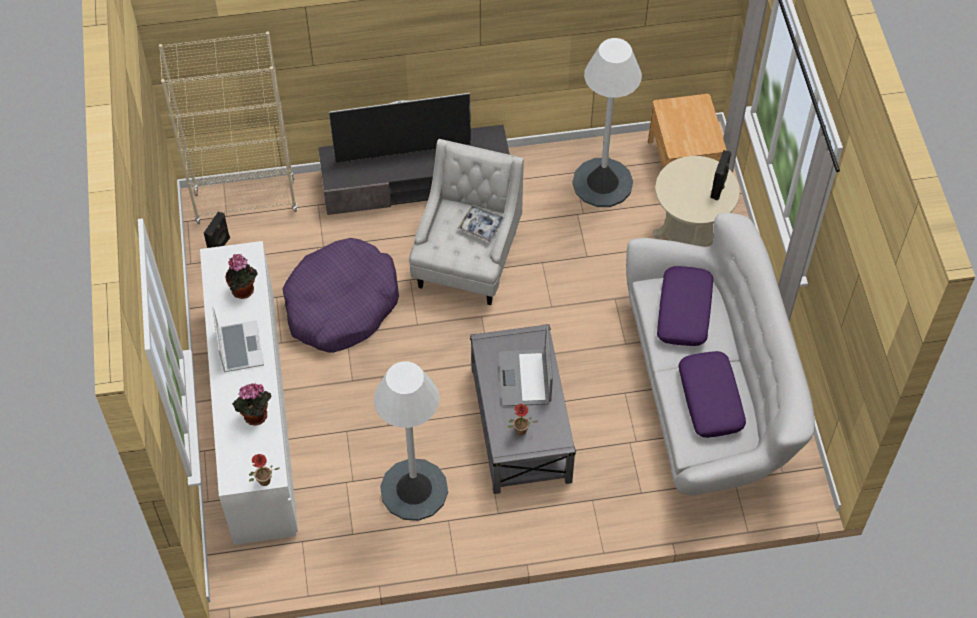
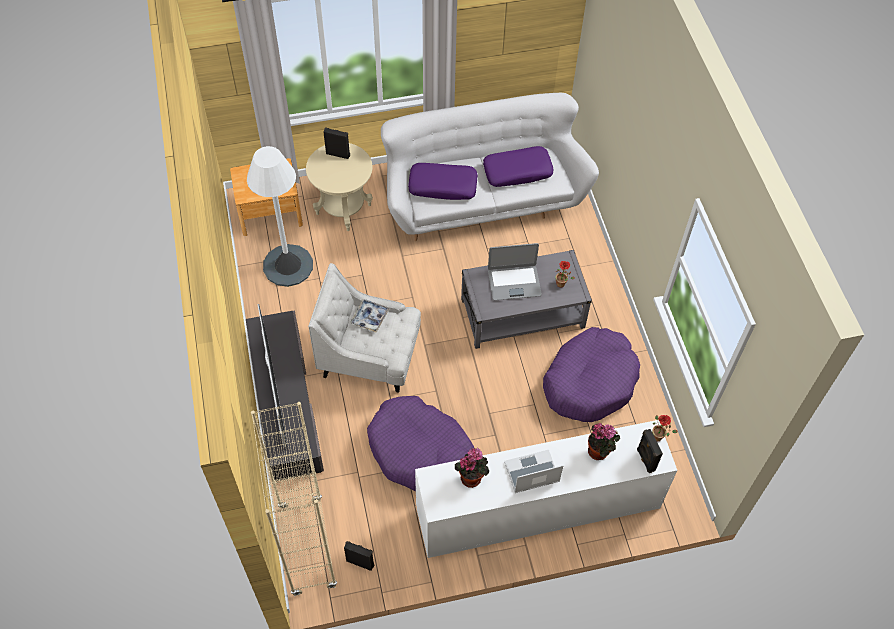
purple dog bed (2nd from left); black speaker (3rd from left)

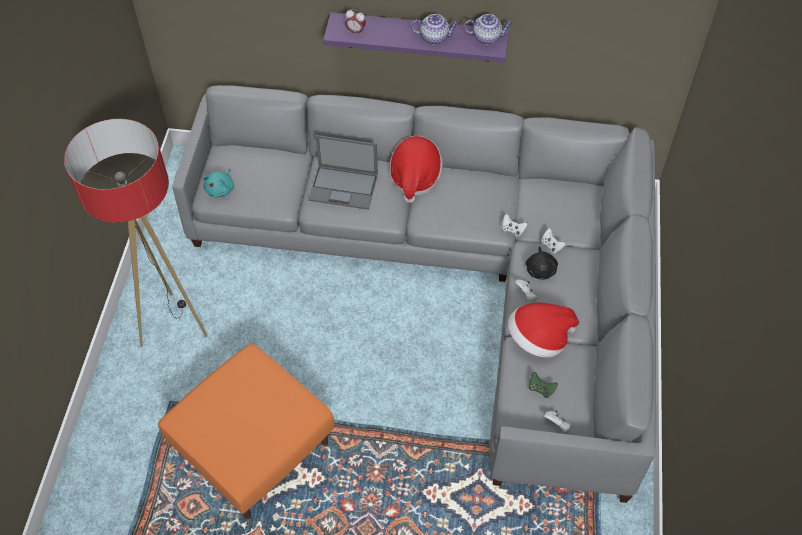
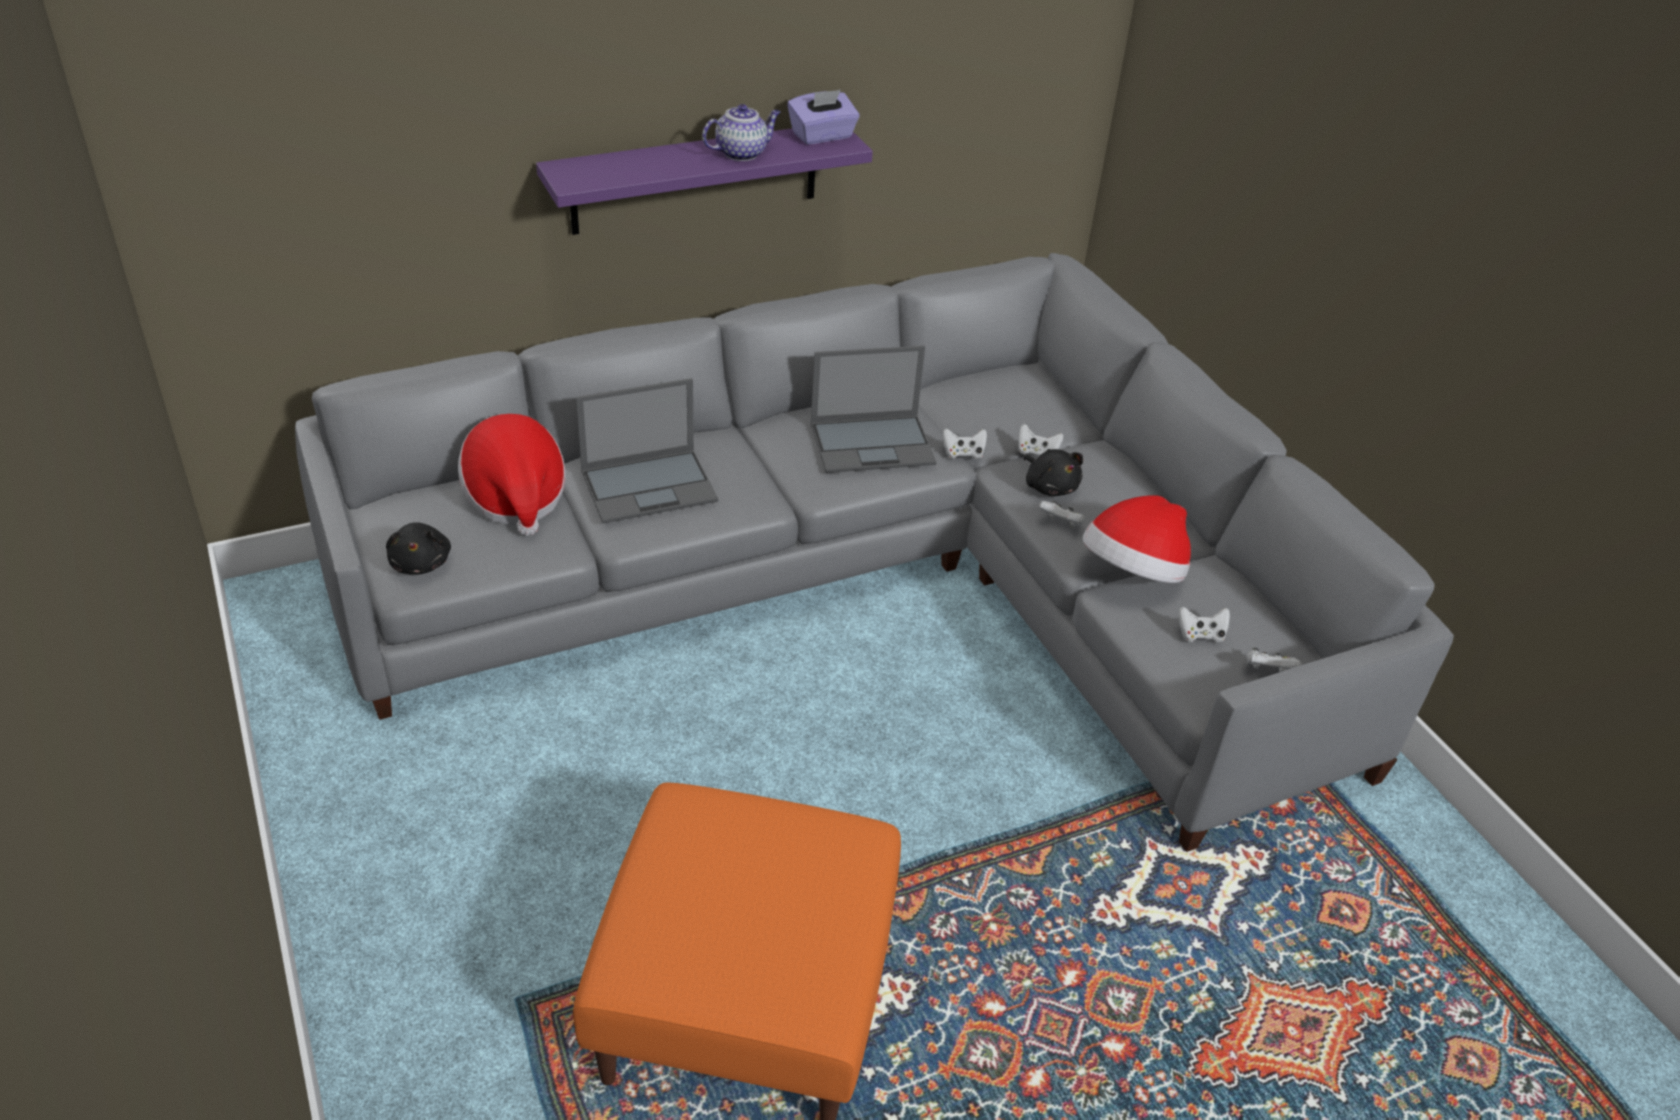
floor lamp; black plush toy (1st from left); alarm clock; hat (1st from left); purple tissue box; white game controller (4th from left); laptop (2nd from left)

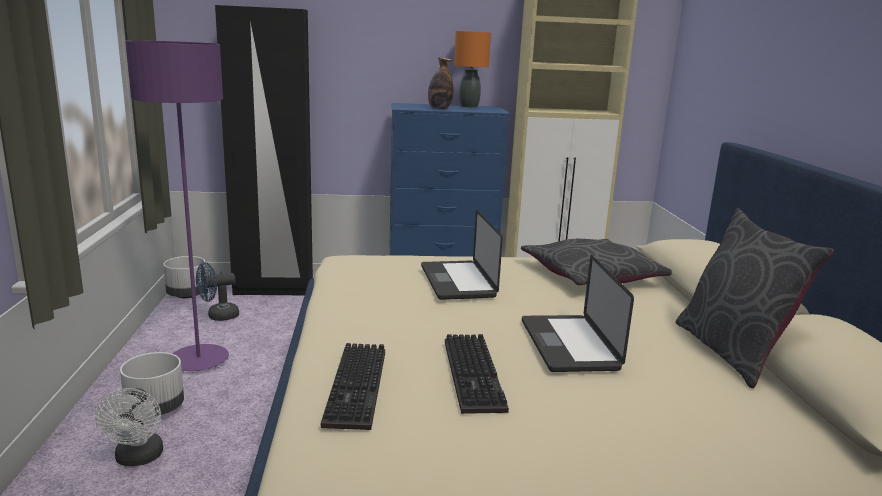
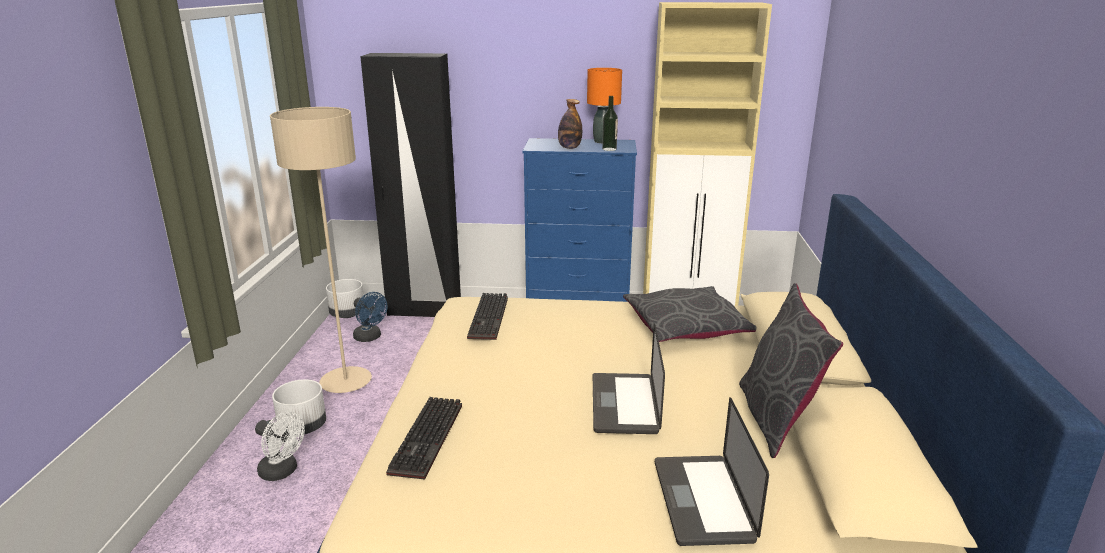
white fan; beige floor lamp; blue fan; laptop (2nd from left); keyboard (2nd from left); bottle (2nd from left)

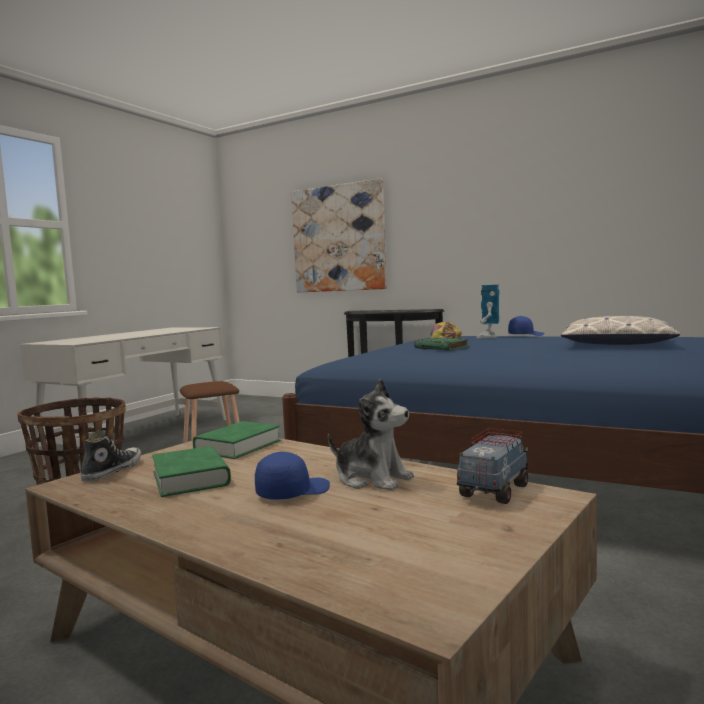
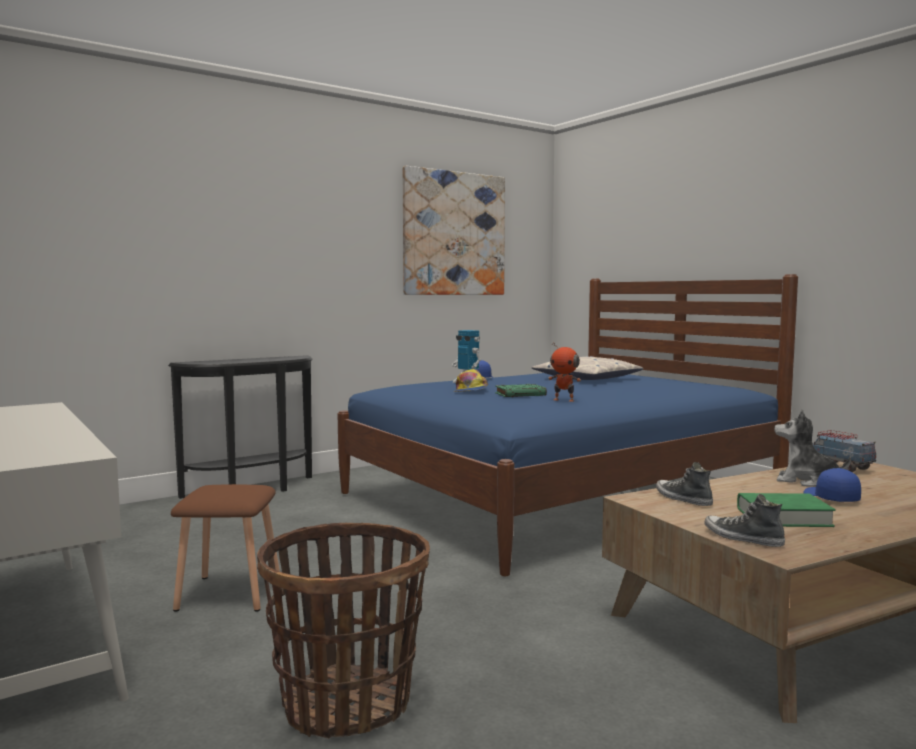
shoe (1st from left); picture; plush toy; toy robot (2nd from left)

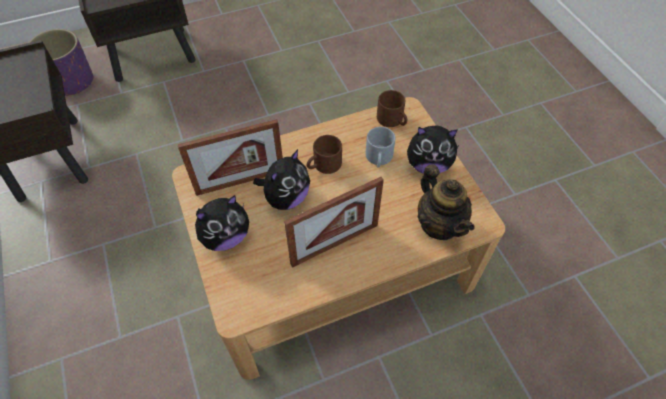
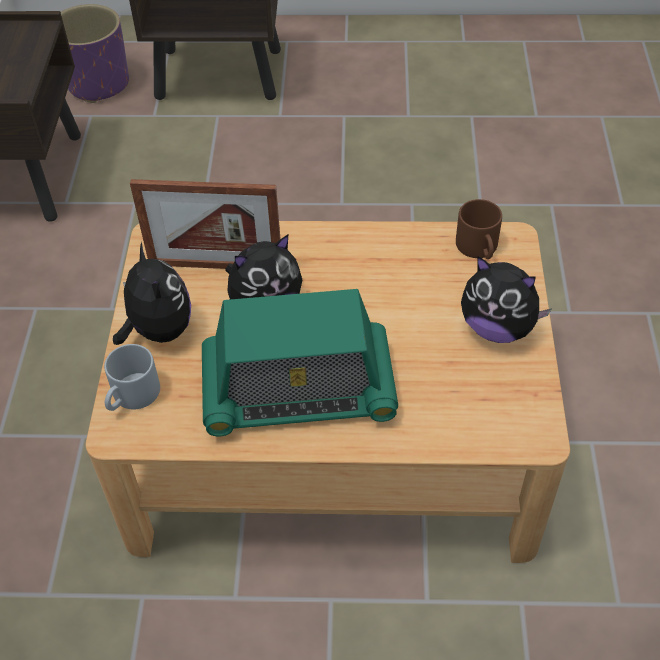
plush toy (1st from left); radio; brown mug (1st from left in the first image); grey mug; teapot

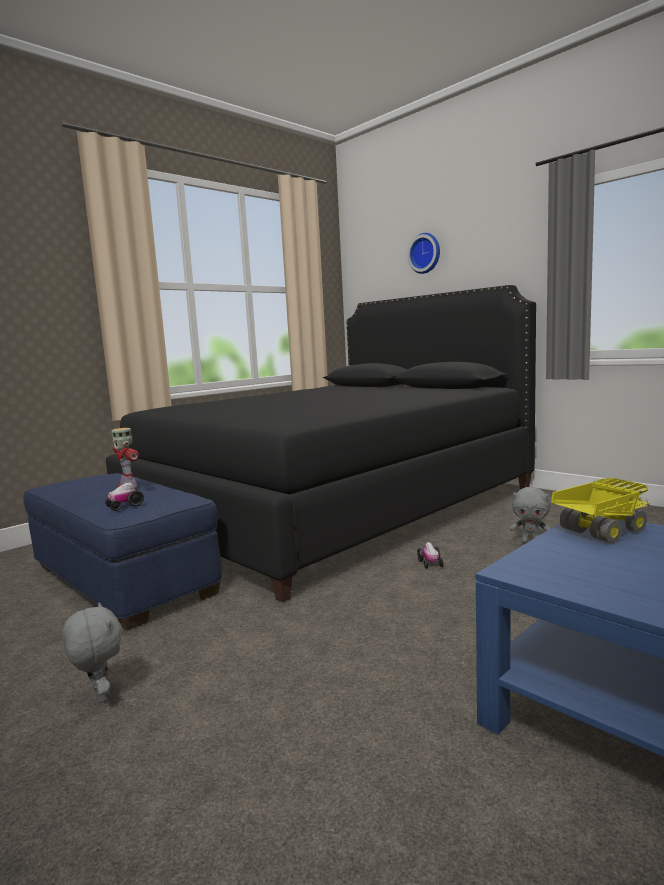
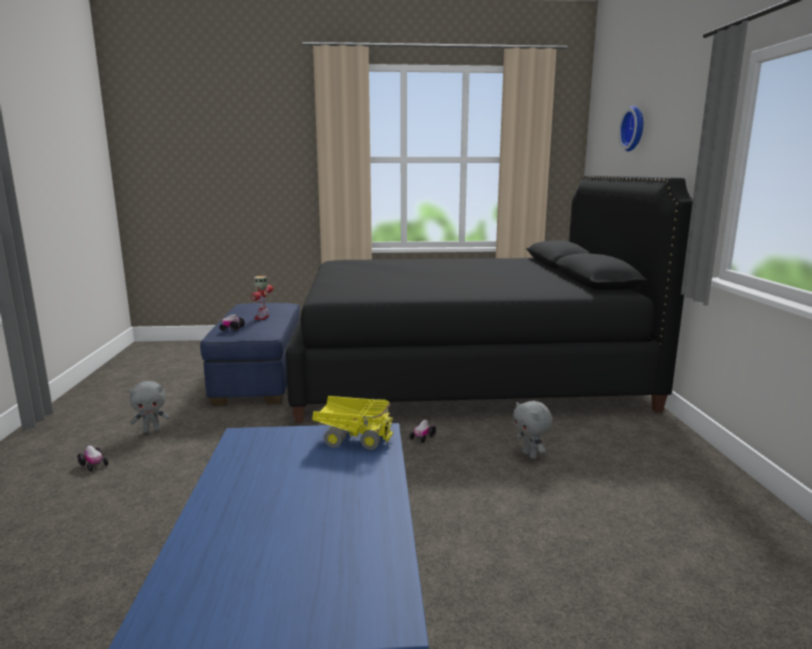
grey plush toy (1st from left); toy car (1st from left)

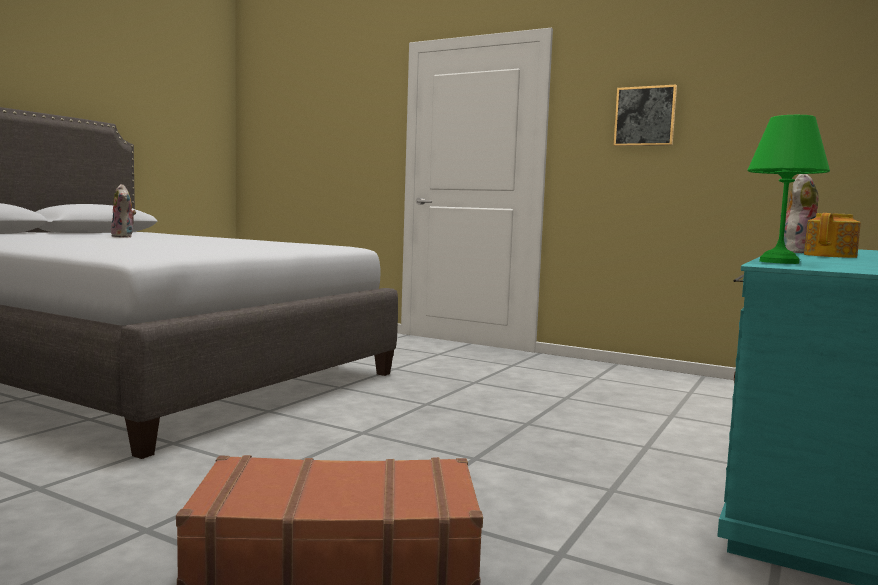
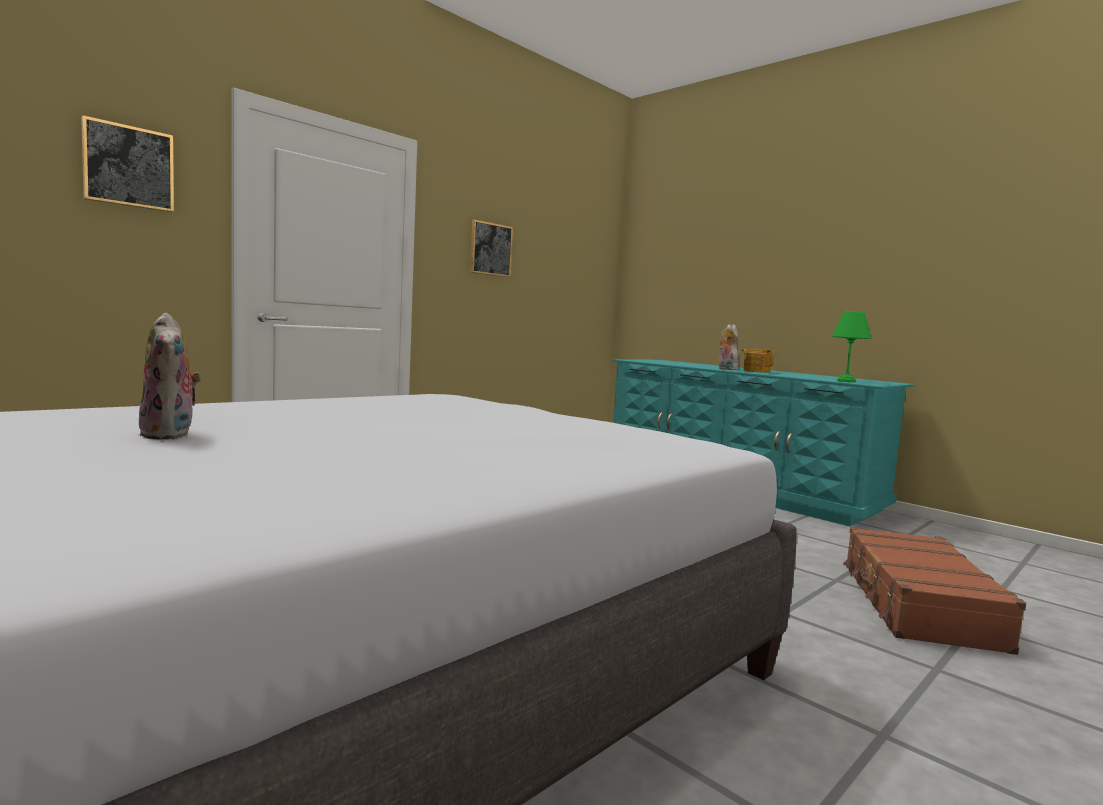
plush toy (1st from left); picture (1st from left)

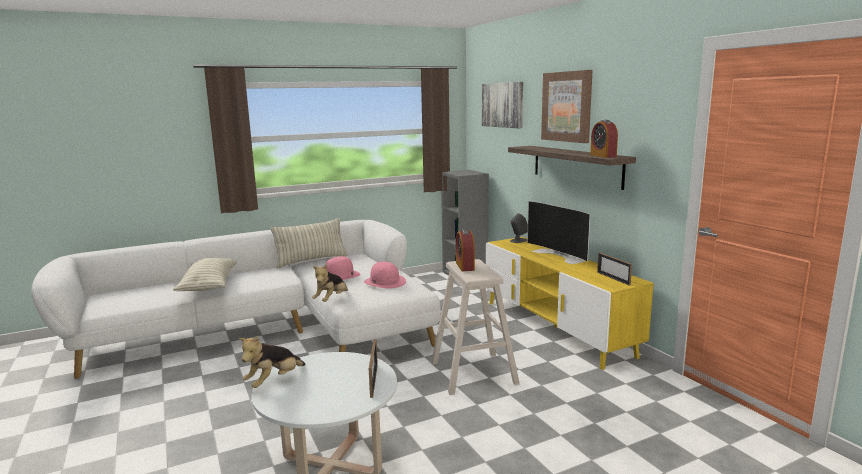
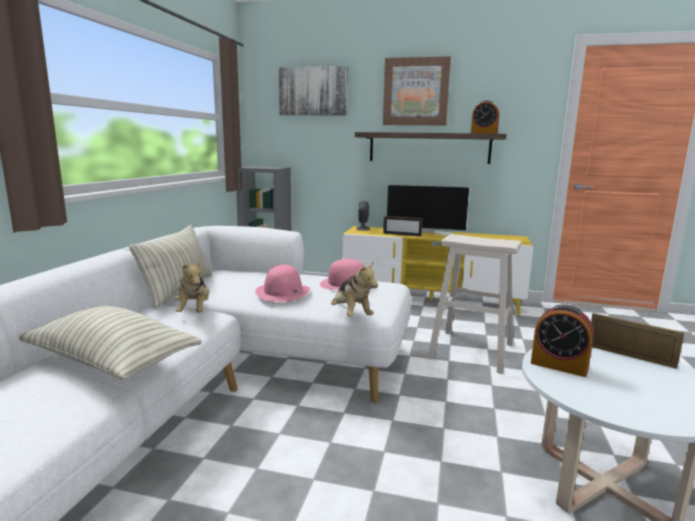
plush toy (1st from left); alarm clock (2nd from left); picture frame (1st from left)

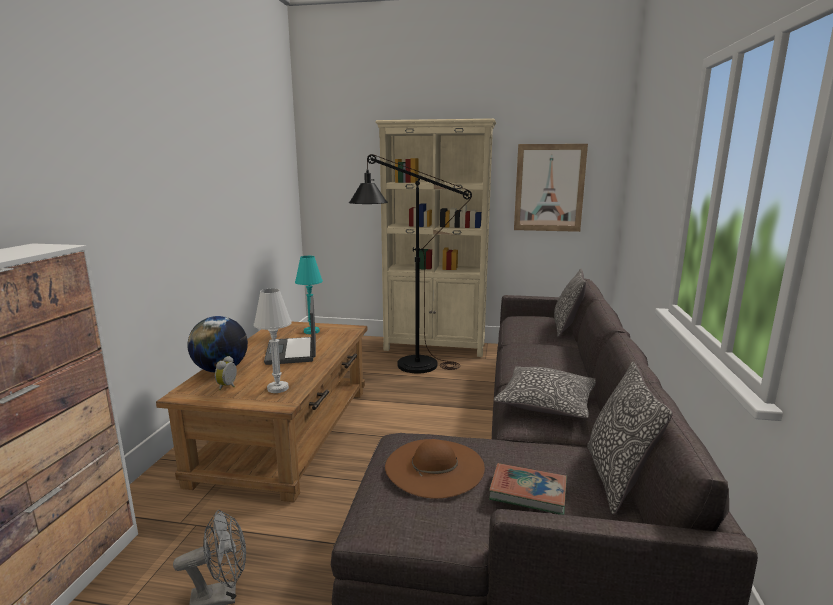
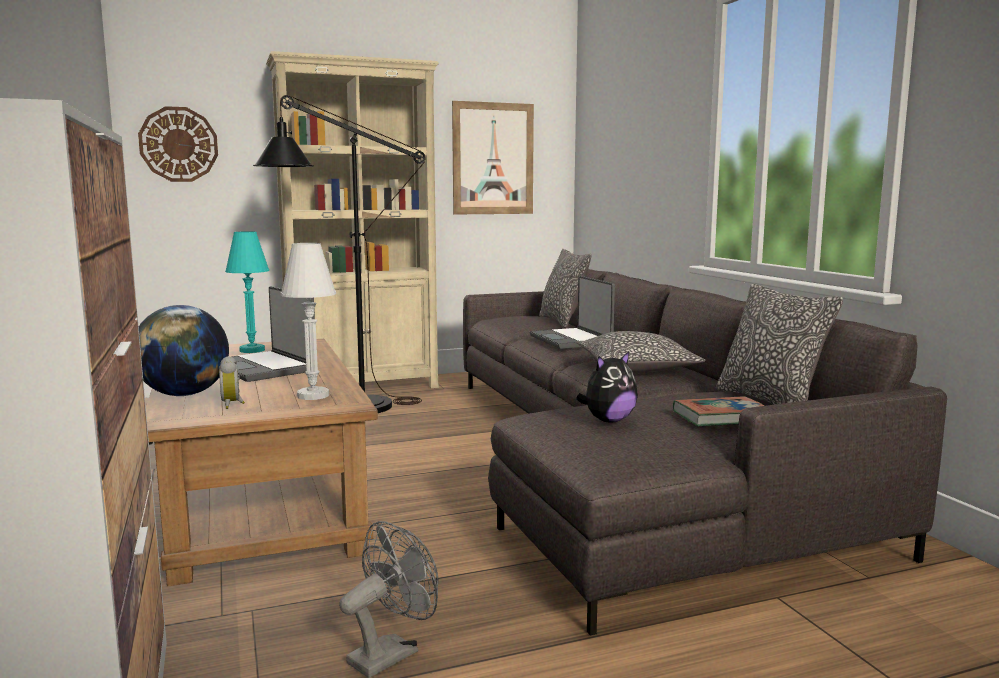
plush toy; wall clock; laptop (2nd from left)

